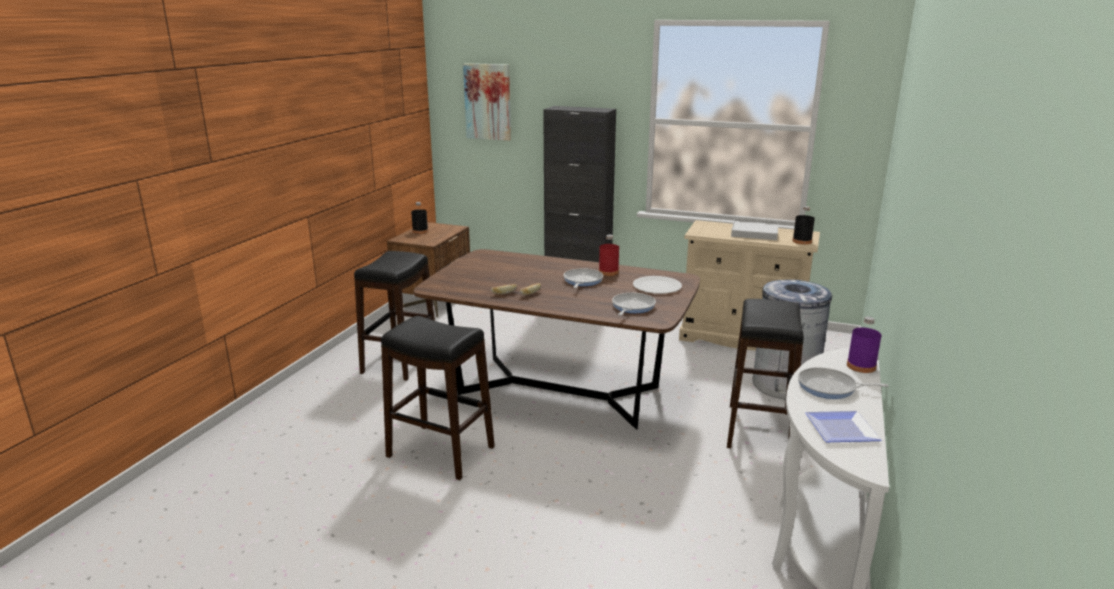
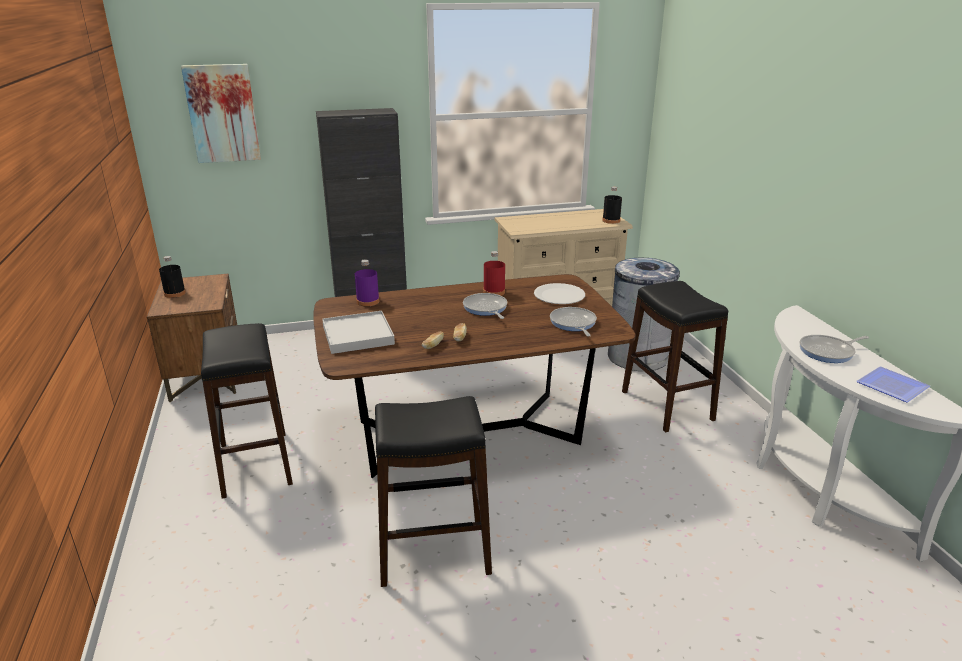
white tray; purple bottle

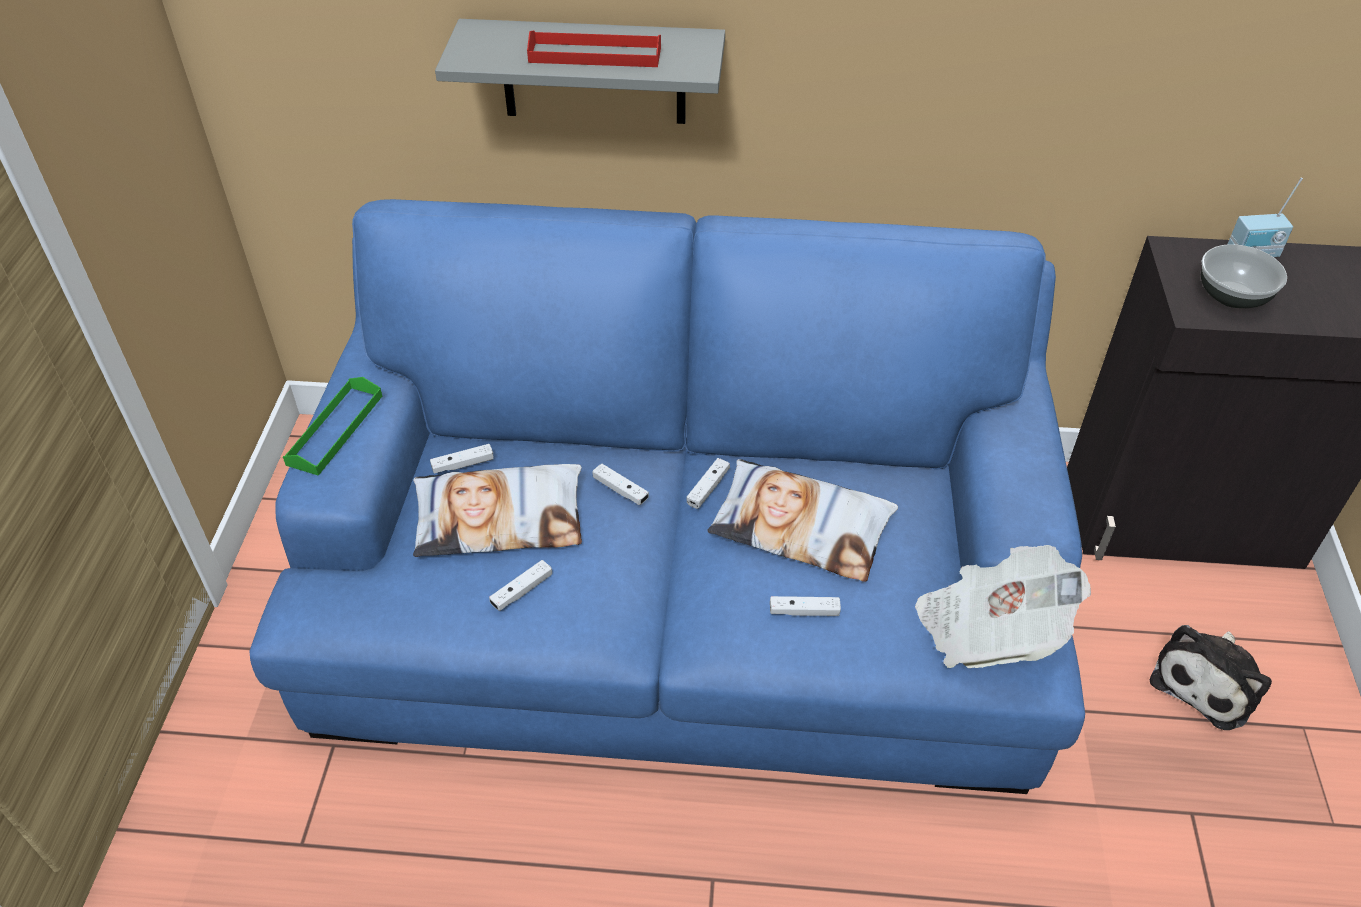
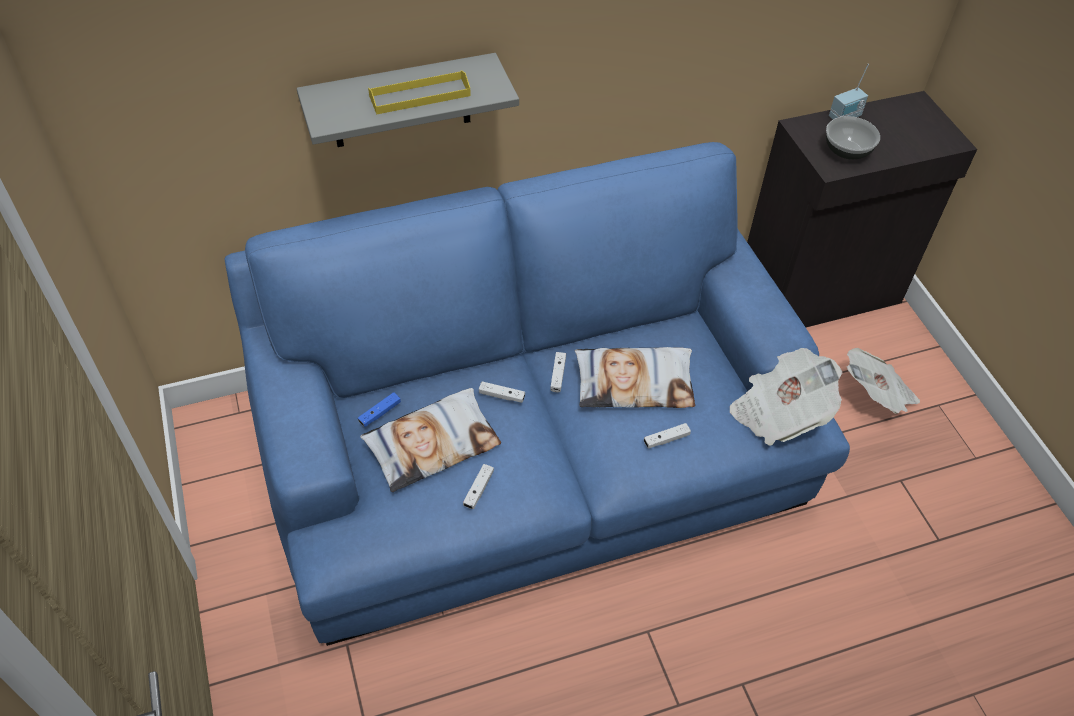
green tray; blue game controller; yellow tray; newspaper (2nd from left)

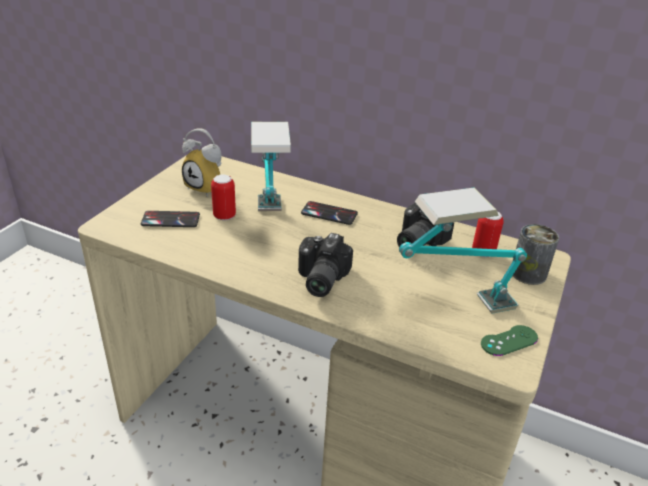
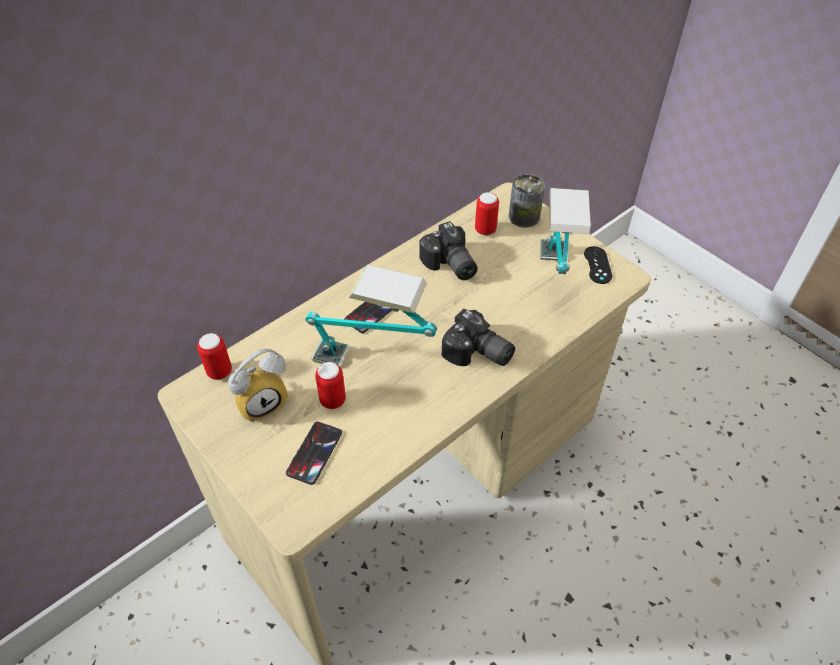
black game controller; can (1st from left)

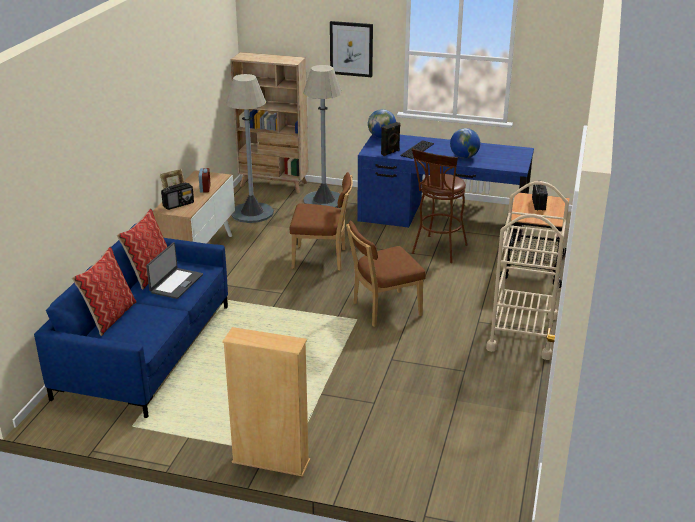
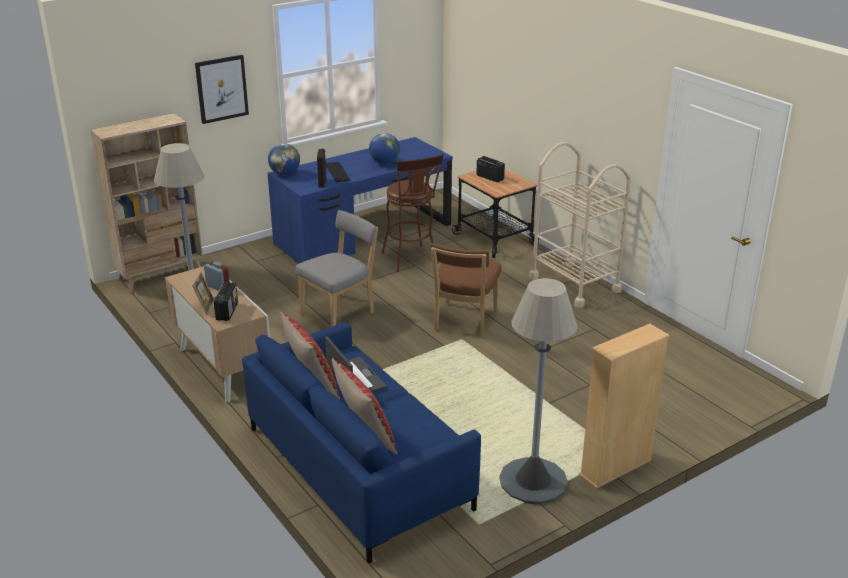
grey chair; grey floor lamp (2nd from left)

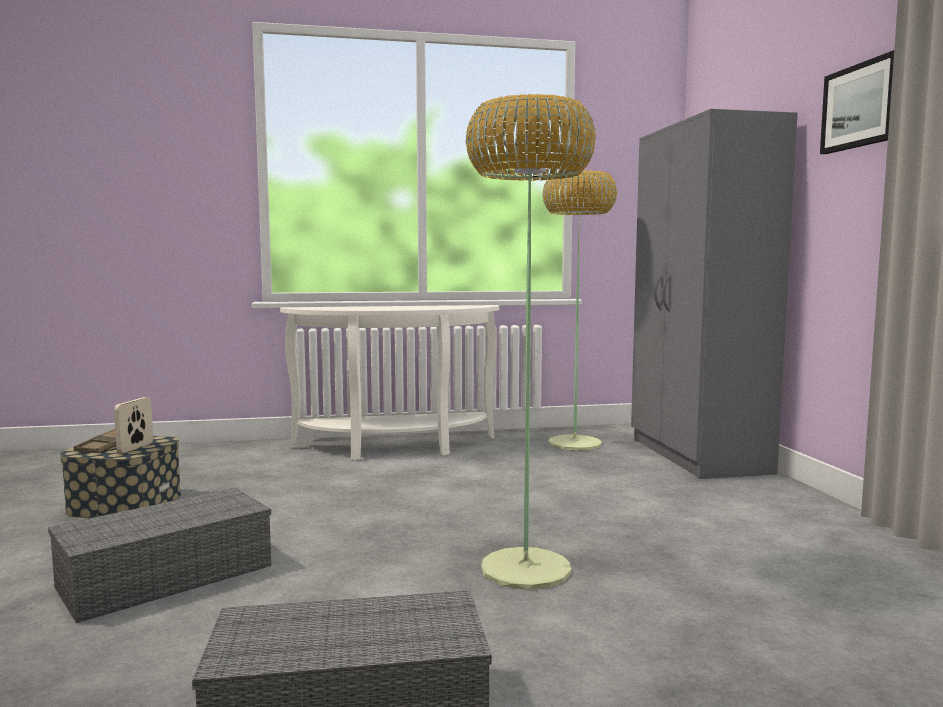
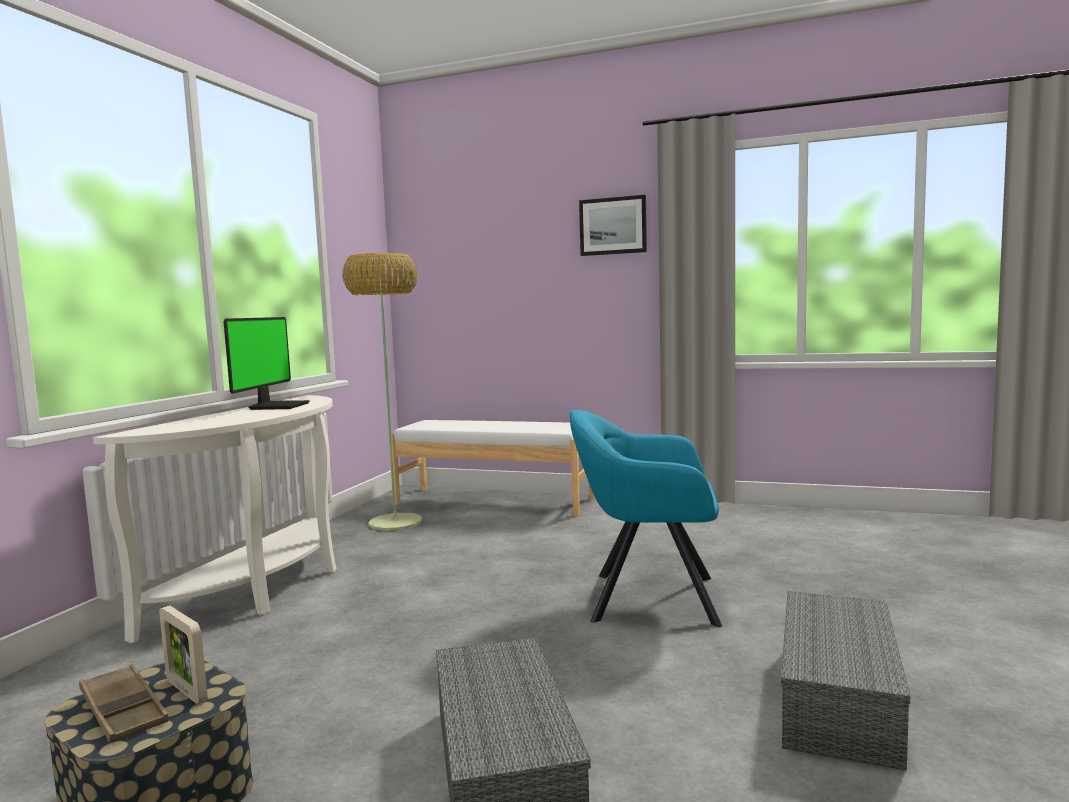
turquoise armchair; white bench; monitor

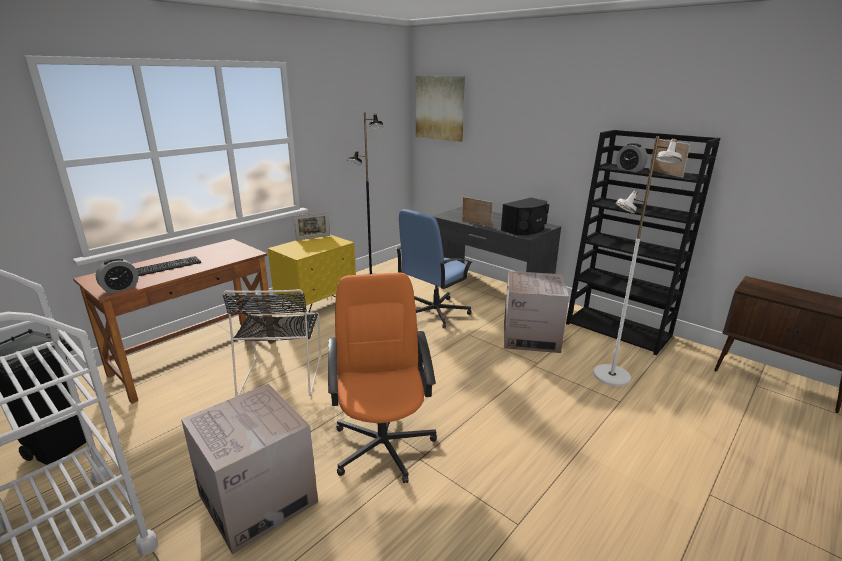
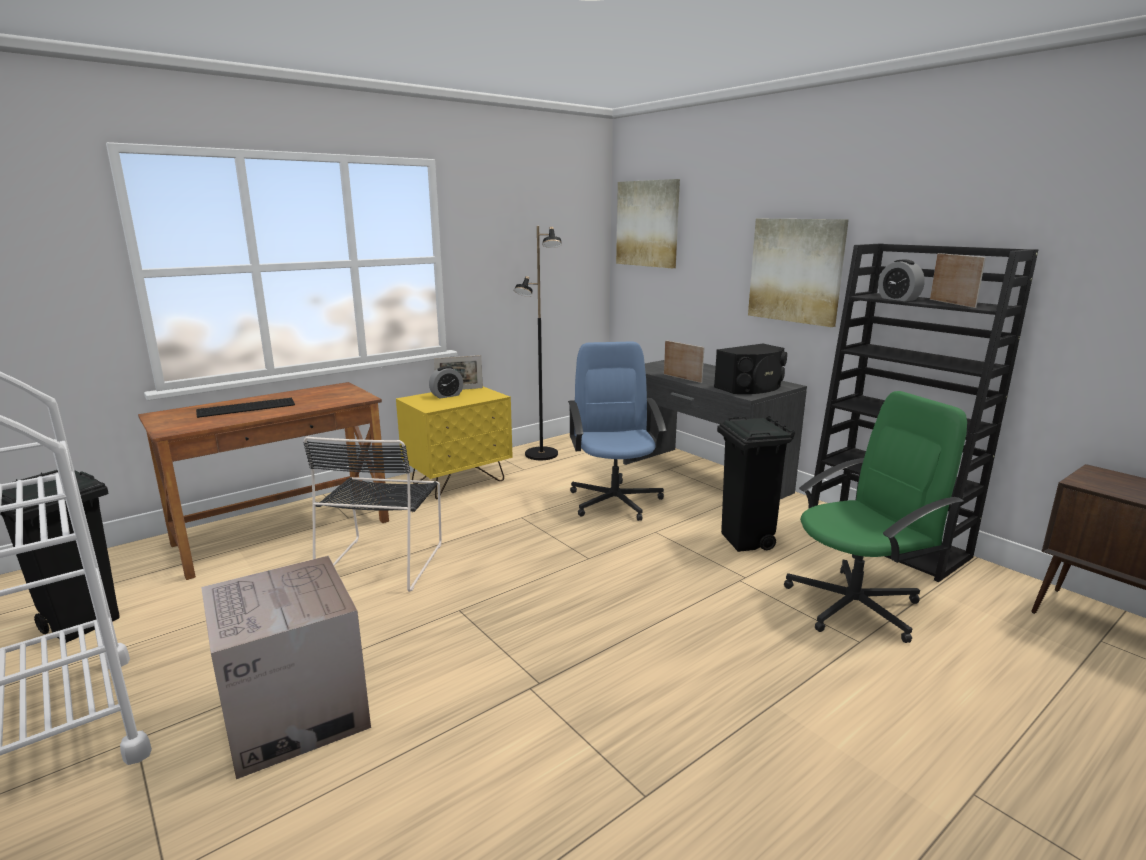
alarm clock (1st from left); orange office chair; blue office chair; black trash can (2nd from left); green office chair; picture (2nd from left)

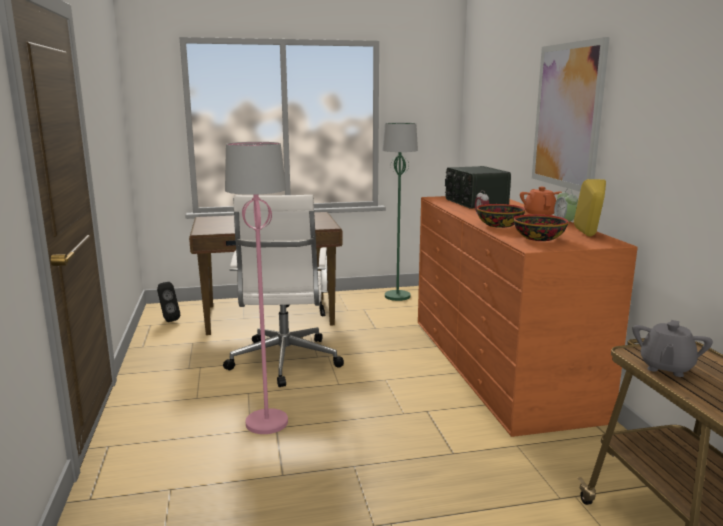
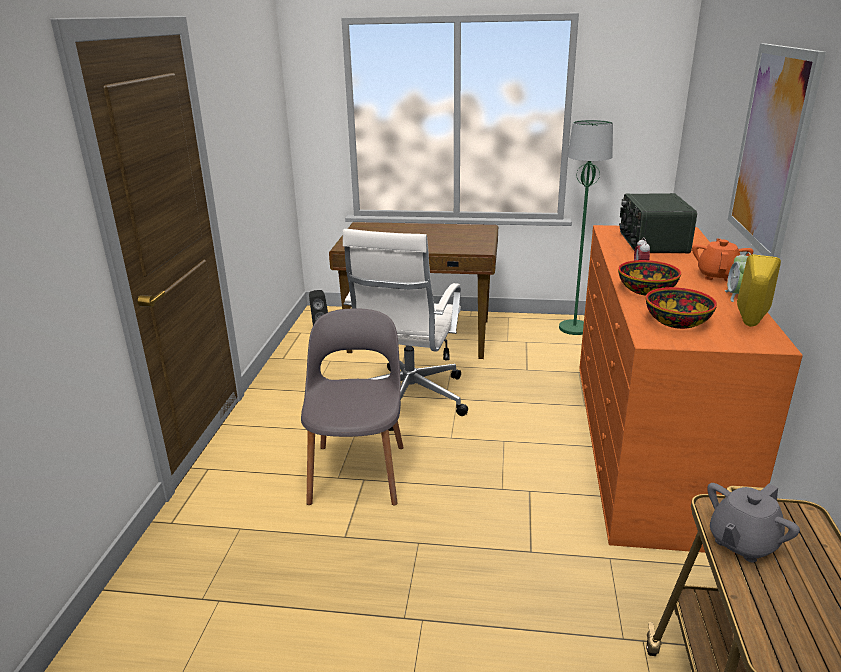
grey chair

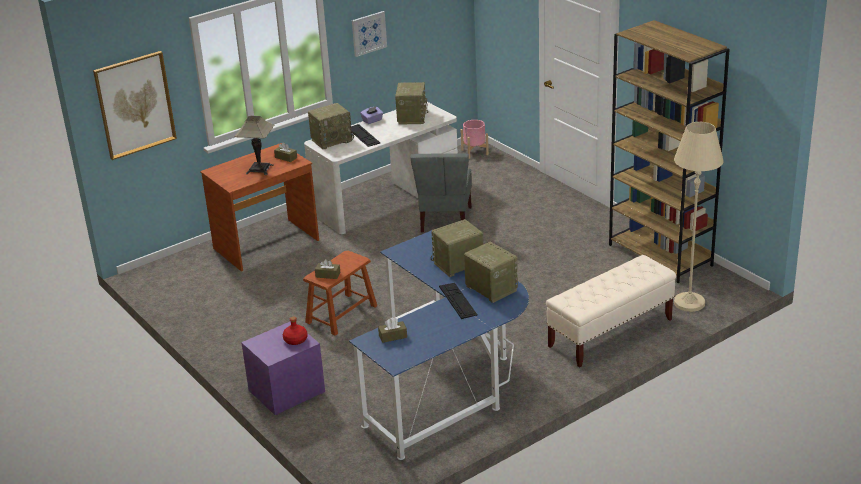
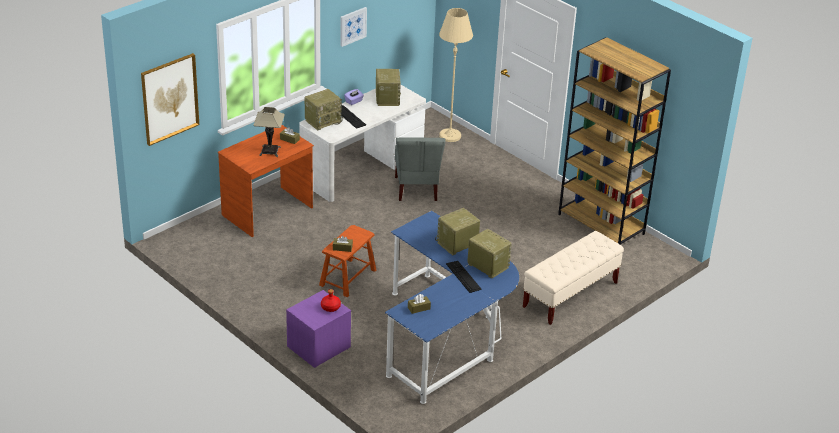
pink planter; beige floor lamp

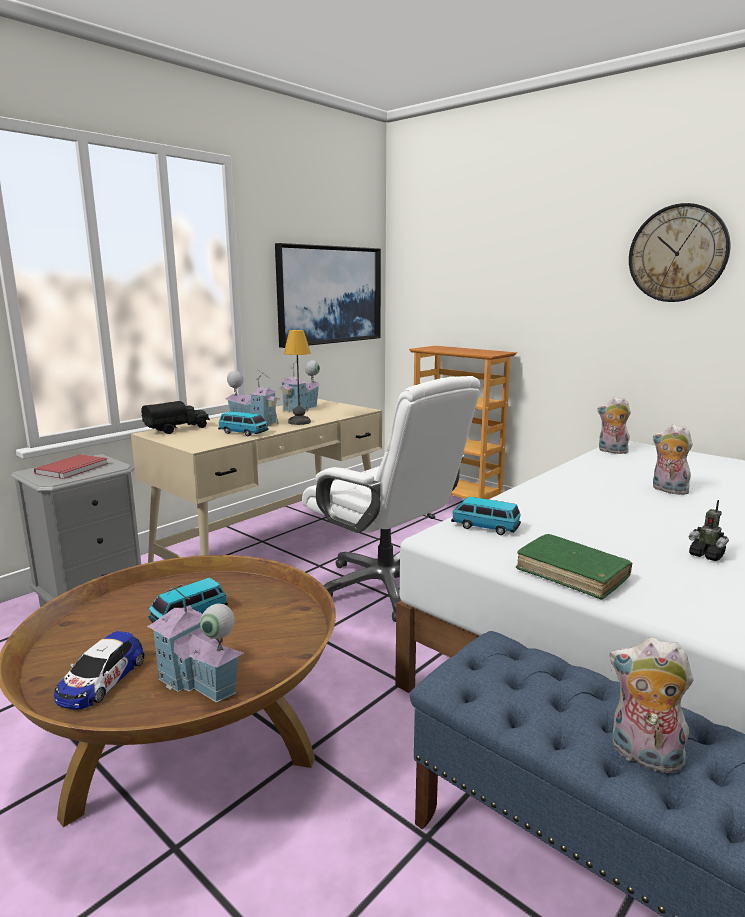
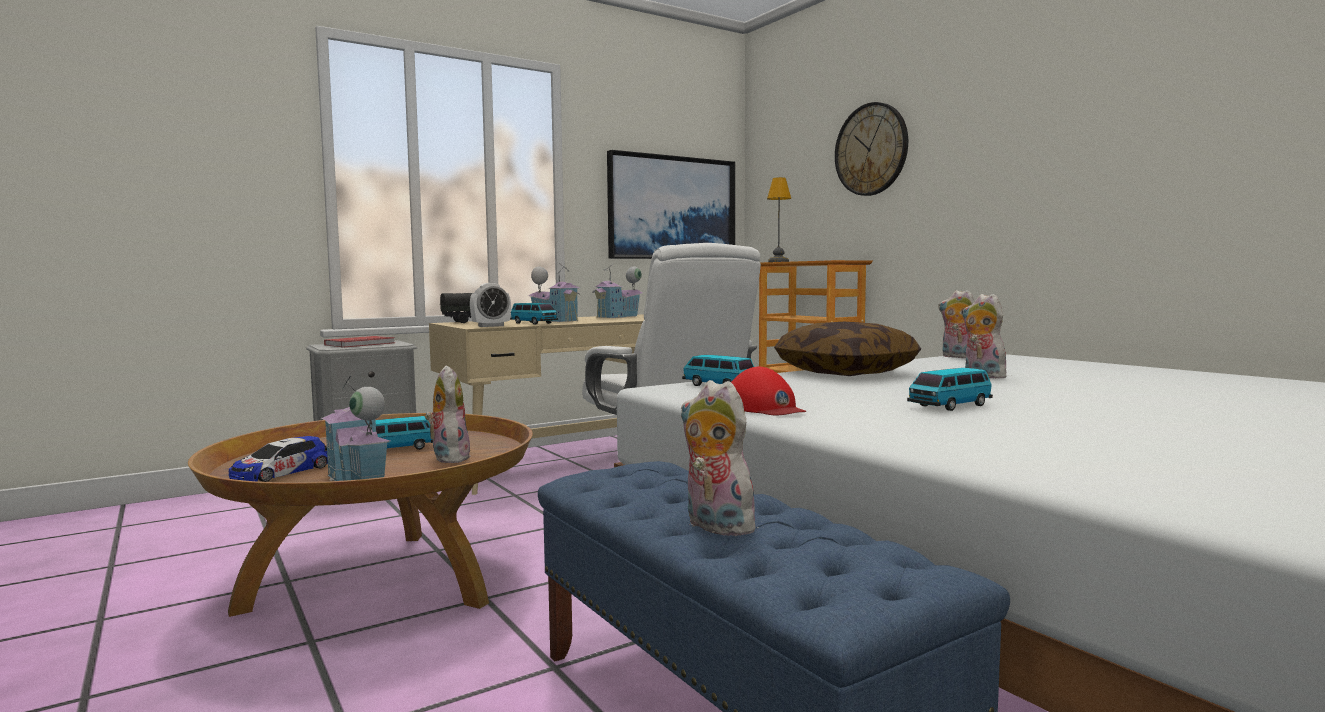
table lamp; red cap; wall clock; toy car (5th from left); plush toy (1st from left); alarm clock; pillow

